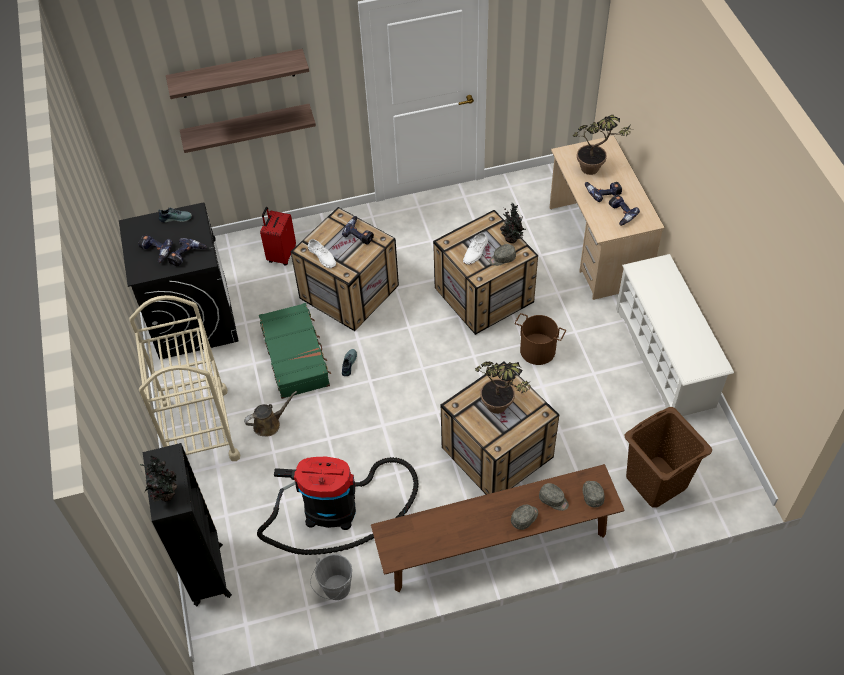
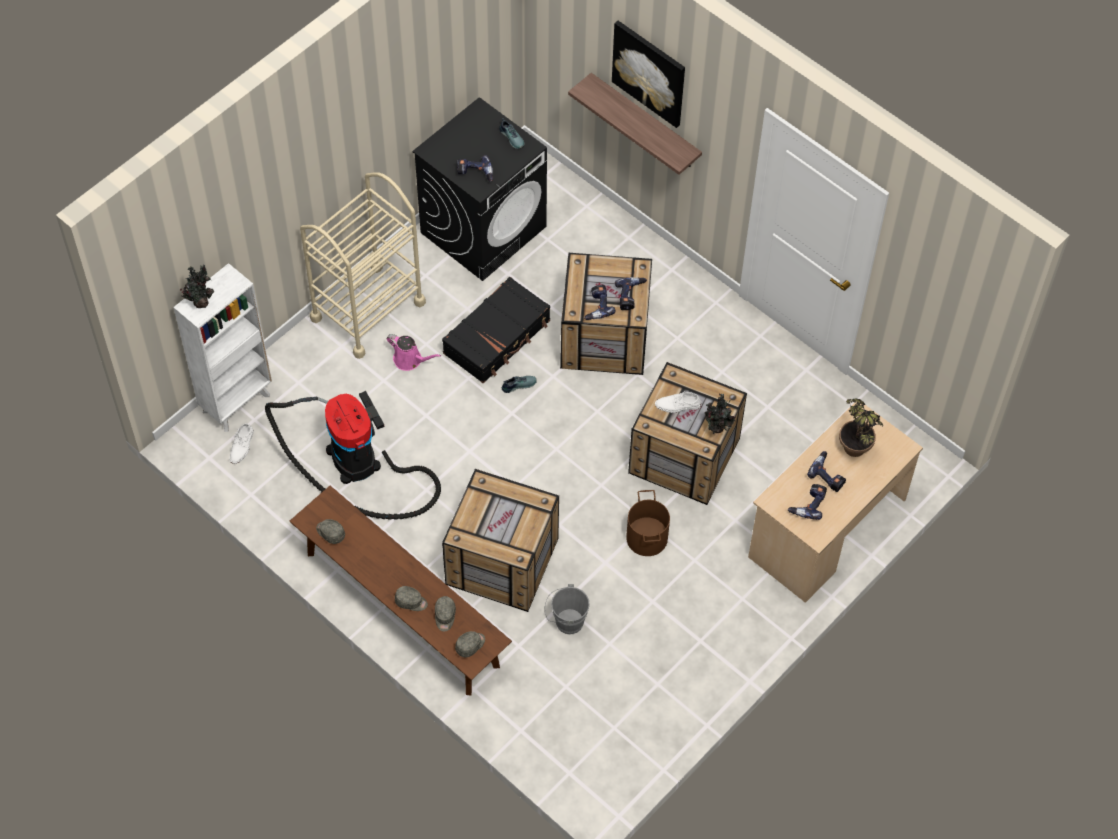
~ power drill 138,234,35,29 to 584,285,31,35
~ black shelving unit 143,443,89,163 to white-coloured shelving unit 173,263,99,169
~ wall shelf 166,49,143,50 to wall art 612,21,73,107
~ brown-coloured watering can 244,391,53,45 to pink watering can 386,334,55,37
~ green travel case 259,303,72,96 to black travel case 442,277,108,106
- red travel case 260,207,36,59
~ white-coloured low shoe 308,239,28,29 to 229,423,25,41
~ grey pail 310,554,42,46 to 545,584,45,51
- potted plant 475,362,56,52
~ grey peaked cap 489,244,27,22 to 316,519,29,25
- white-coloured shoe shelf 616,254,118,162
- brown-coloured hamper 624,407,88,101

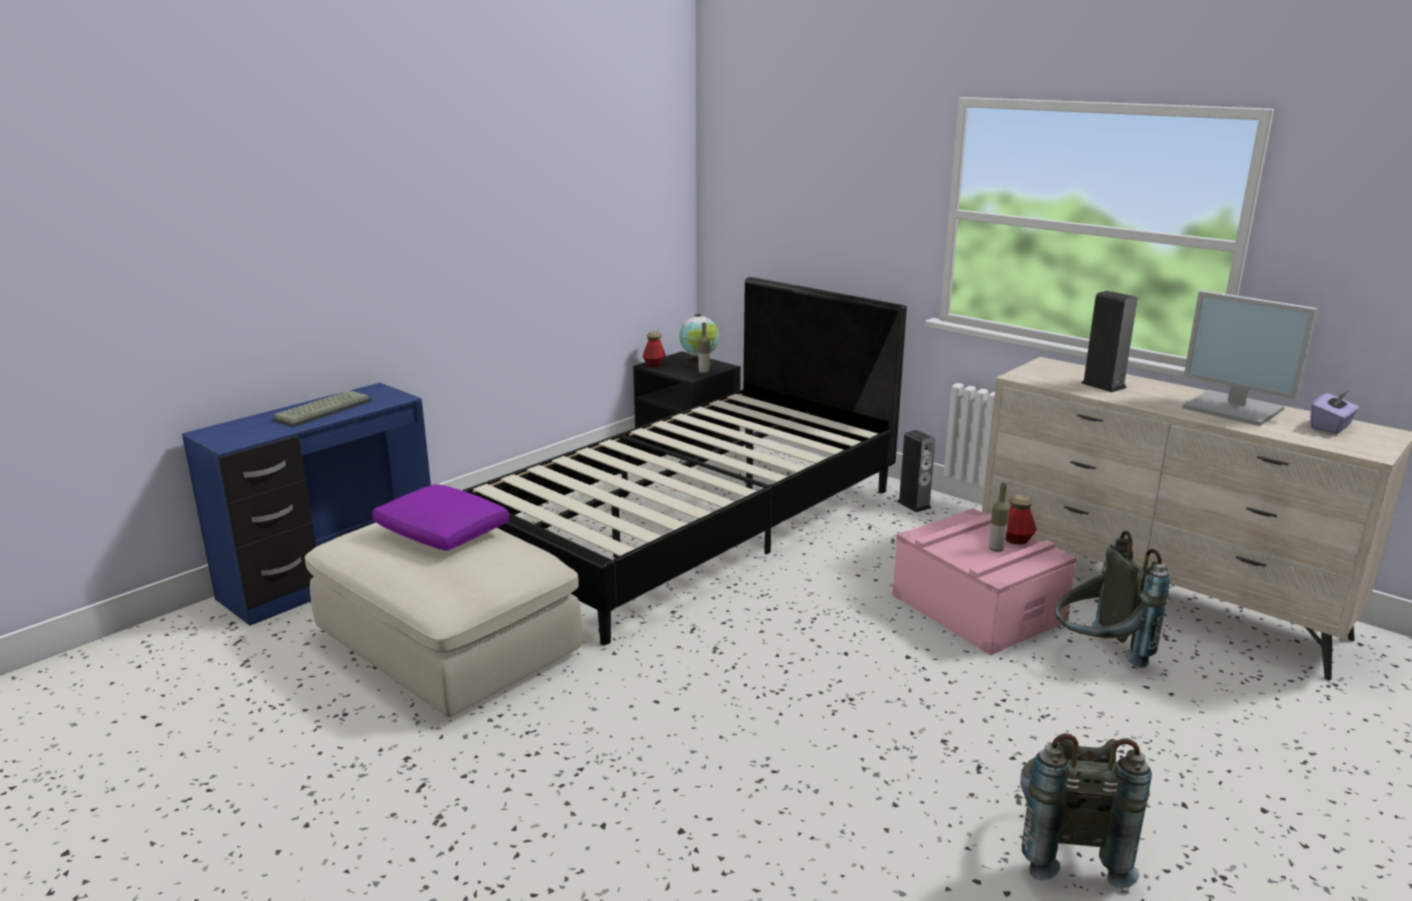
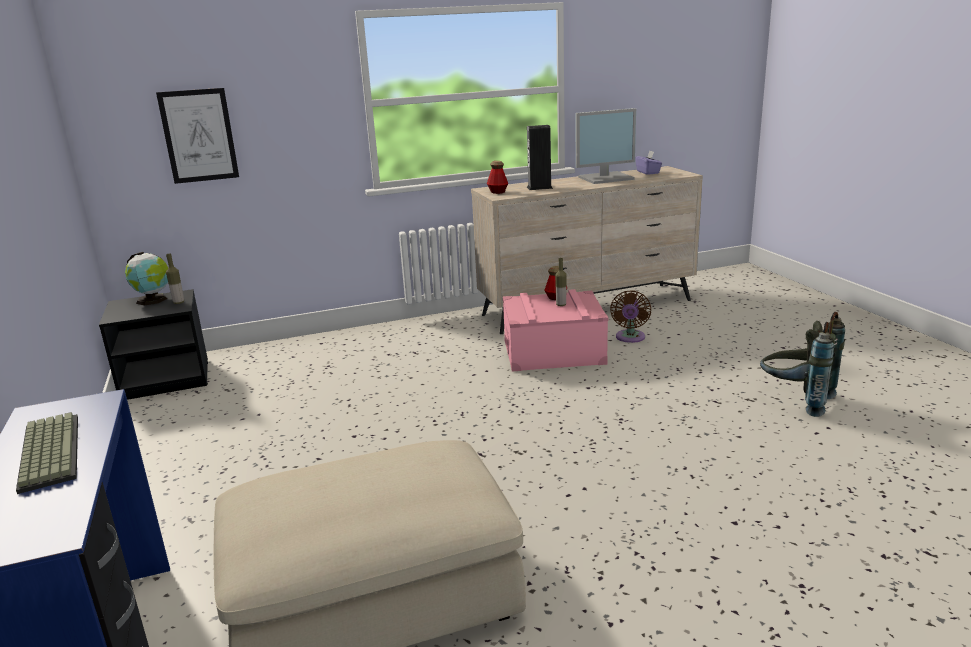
- purple pillow 372,484,138,67
- black bed 462,277,445,368
~ drink bottle 643,331,23,36 to 487,161,21,33
- speaker 897,430,38,82
~ grey backpack 1055,531,115,137 to brown-coloured electric fan 610,290,41,53
+ wall art 156,88,83,96

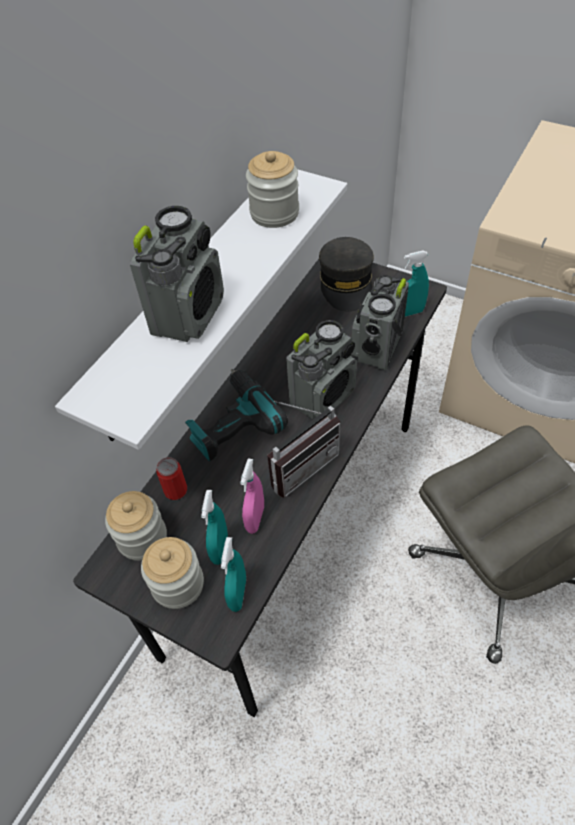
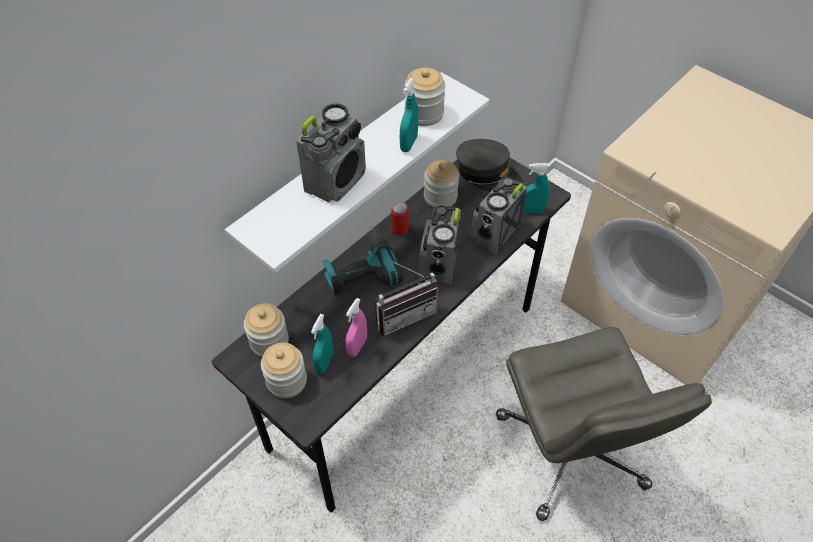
~ sealed can 156,457,31,43 to 391,202,18,33
~ turquoise sprayer 221,537,25,75 to 400,78,18,74
~ radio set 286,320,71,99 = 419,205,42,79 135 degrees clockwise
~ grey peaked cap 319,237,55,75 = 456,139,66,53 75 degrees counterclockwise
+ jar 424,160,35,48

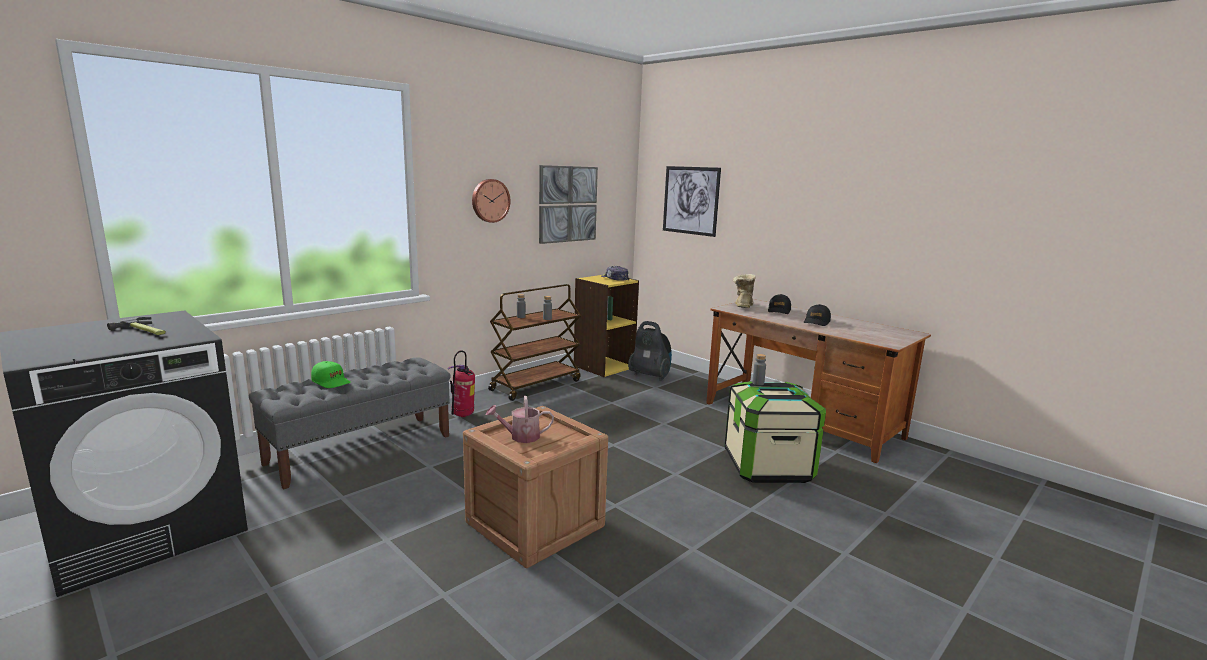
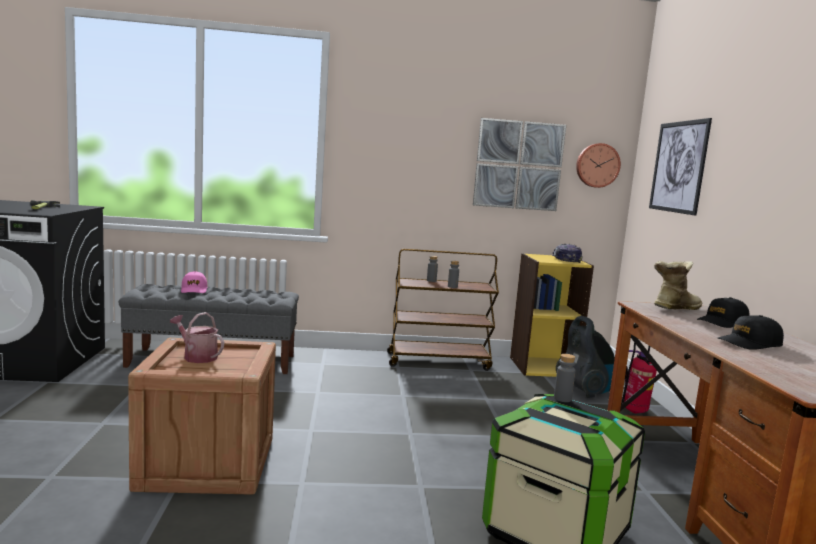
~ green peaked cap 311,361,40,27 to pink peaked cap 181,271,27,22
~ fire-fighting cylinder 447,350,28,67 to 621,342,36,71
~ hanging clock 472,179,38,44 to 576,143,45,45

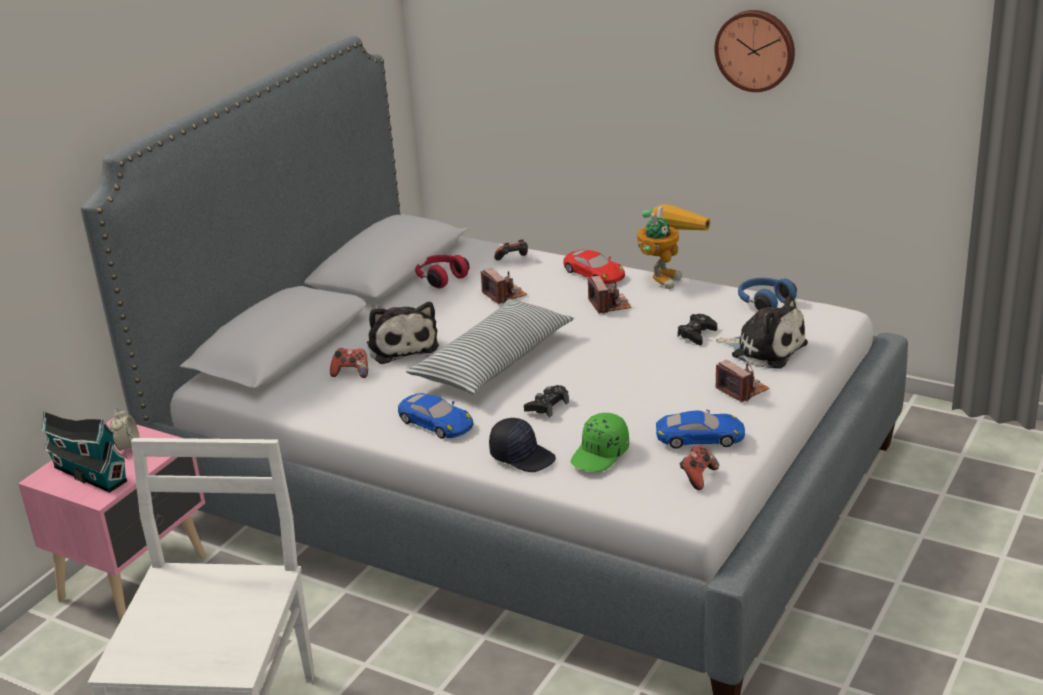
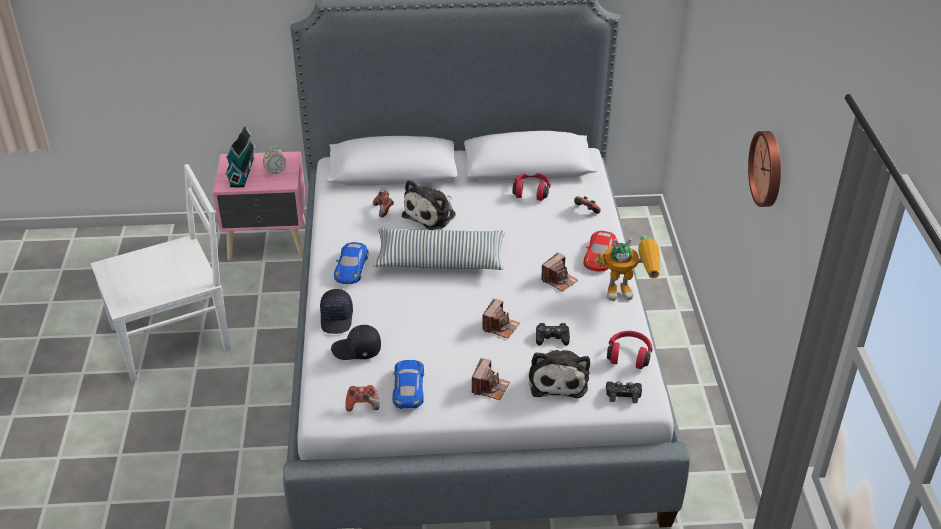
~ still camera 481,268,46,36 to 482,298,38,40
~ black game controller 524,385,45,33 to 606,381,36,22
~ green peaked cap 570,413,59,59 to black peaked cap 331,325,50,35
~ bluish miniature car 656,410,89,39 = 393,360,31,49 150 degrees counterclockwise
~ bluish headset 738,278,59,32 to red headset 607,331,46,38

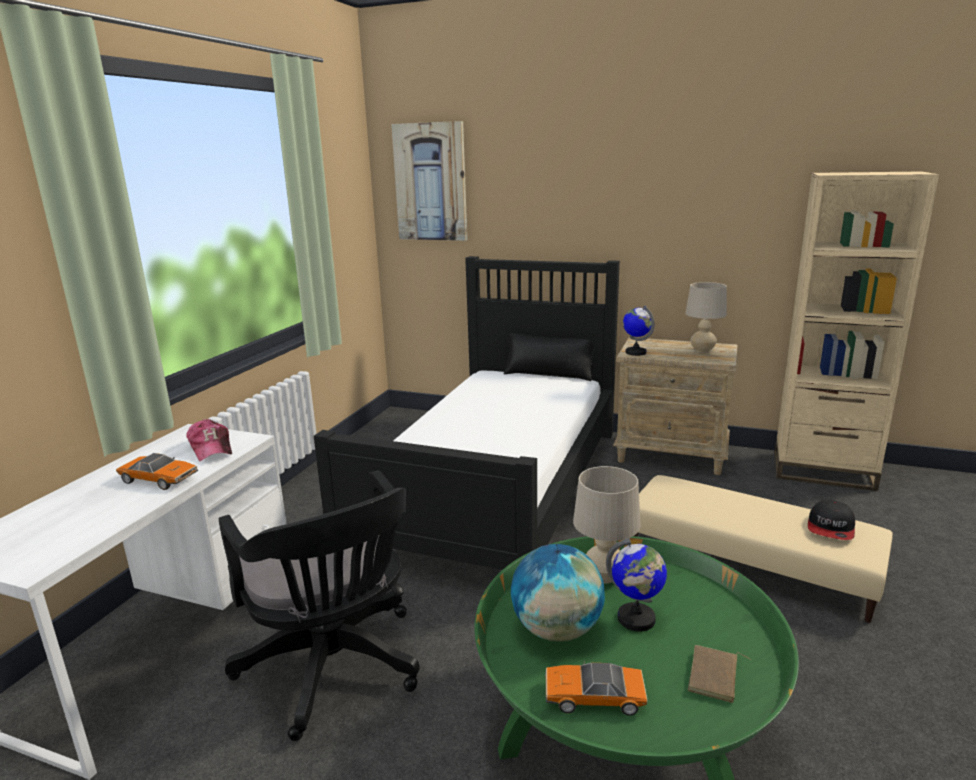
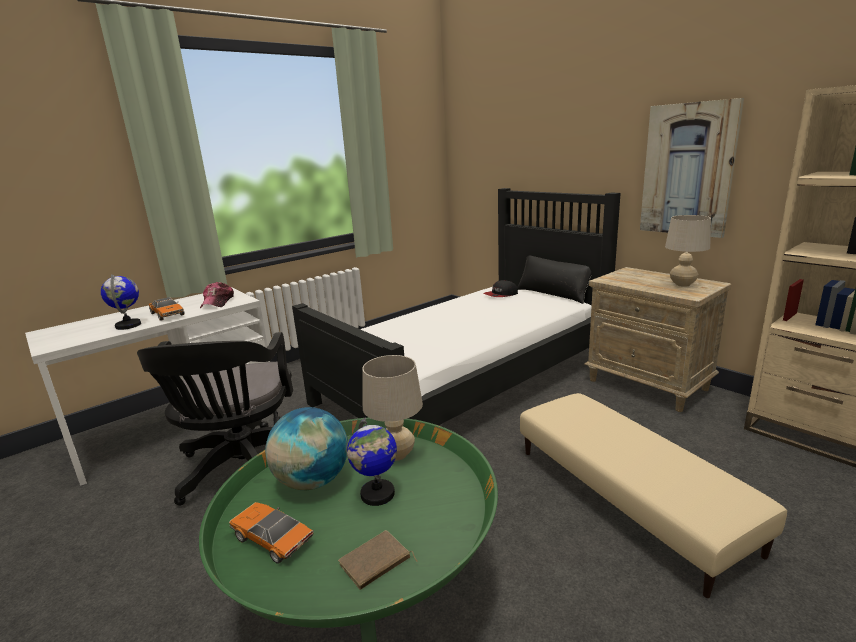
~ wall art 391,121,76,120 to 640,98,104,140
~ world globe 623,305,31,51 to 101,274,40,56
~ peaked cap 808,500,47,40 to 484,280,34,17

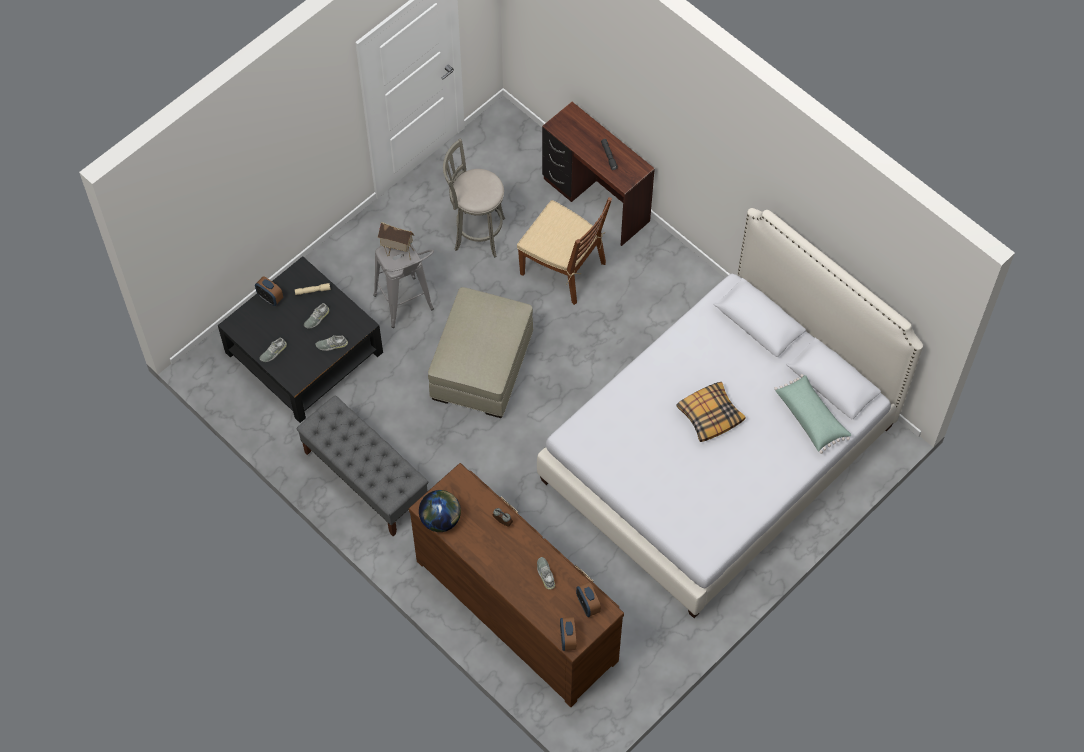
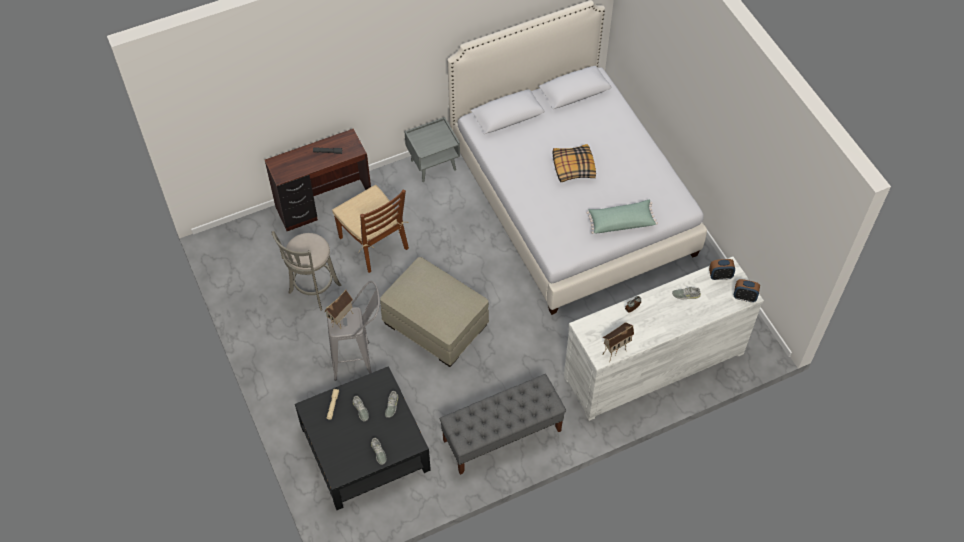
- table clock 255,276,28,30
~ brown-coloured drawer chest 409,463,215,244 to white-coloured drawer chest 564,256,200,165
~ world globe 419,490,42,42 to toy house 602,322,32,41
~ brown-coloured upright chair 517,197,95,108 = 332,185,77,88 90 degrees clockwise
~ green pillow 774,374,77,80 to 586,200,72,34
+ grey nightstand 404,117,56,65

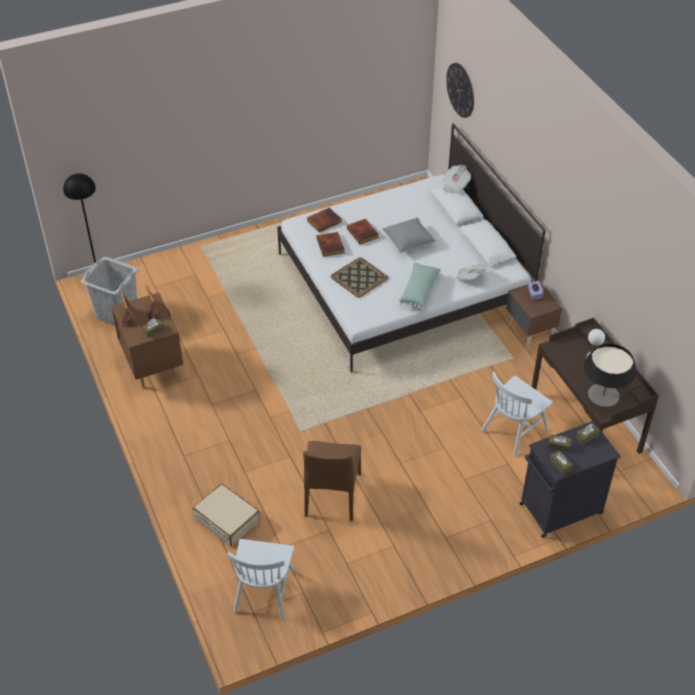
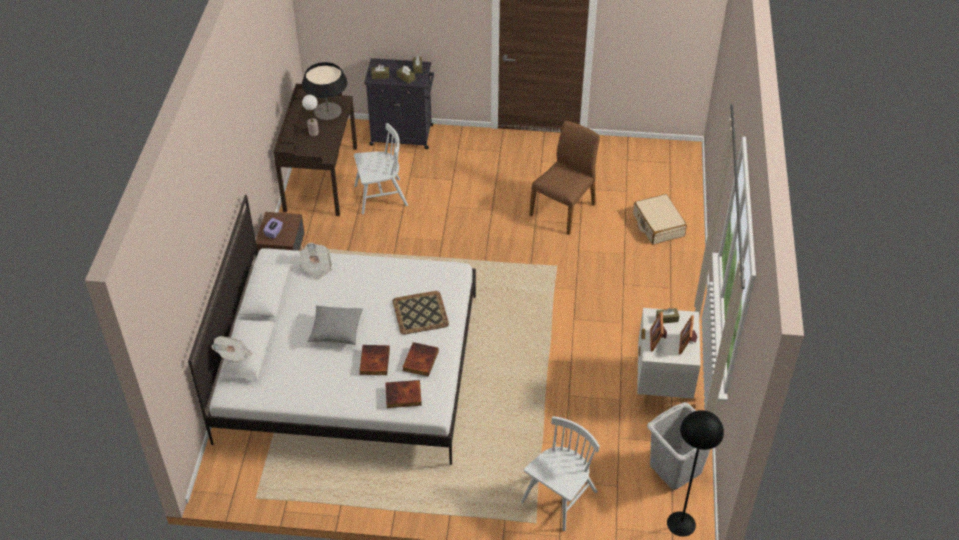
~ brown-coloured nightstand 111,293,72,95 to white-coloured nightstand 637,308,64,96
~ white-coloured upright chair 227,539,68,81 to 521,416,79,115
- green pillow 398,263,42,47
- hanging clock 446,63,28,55

